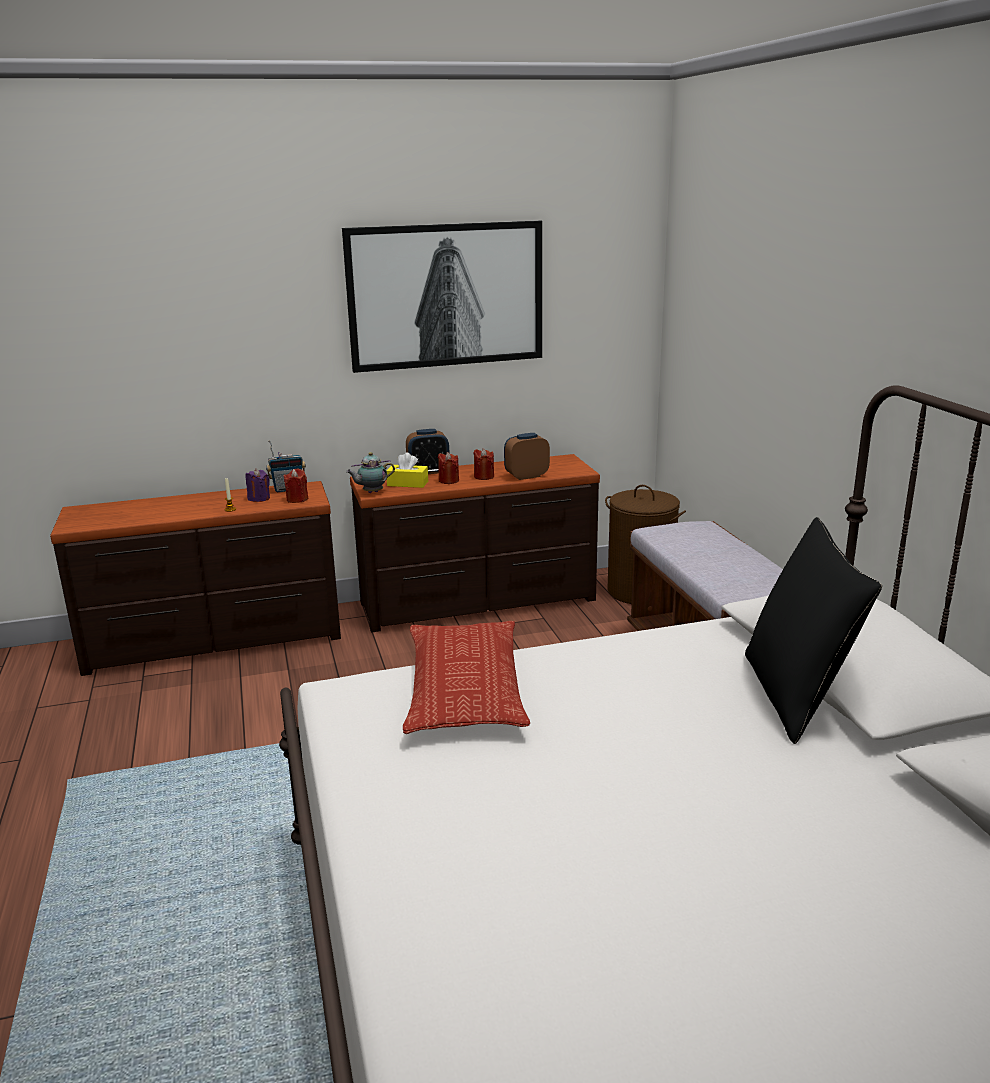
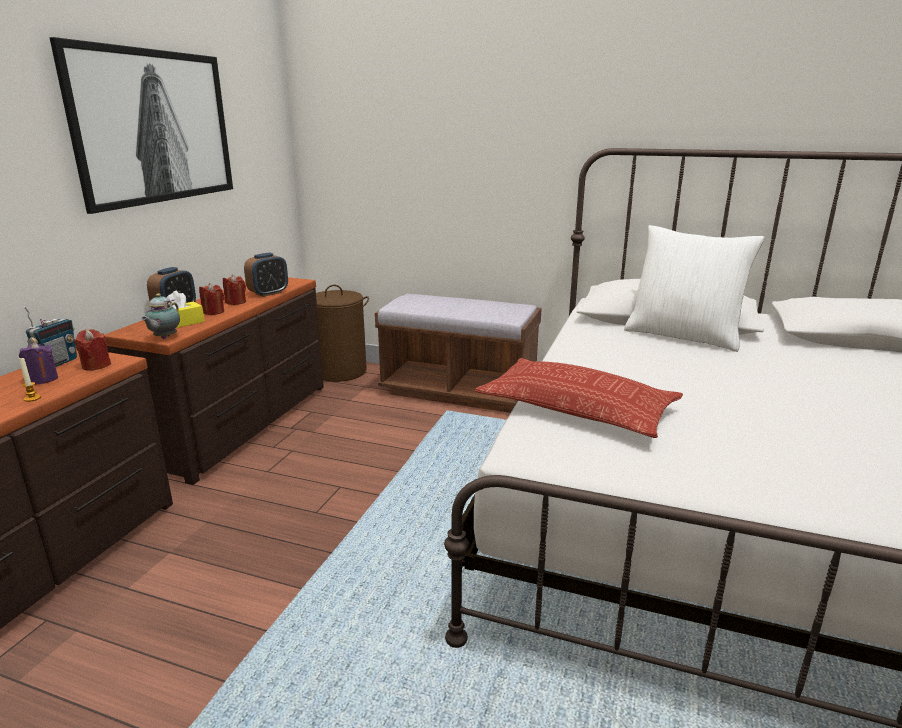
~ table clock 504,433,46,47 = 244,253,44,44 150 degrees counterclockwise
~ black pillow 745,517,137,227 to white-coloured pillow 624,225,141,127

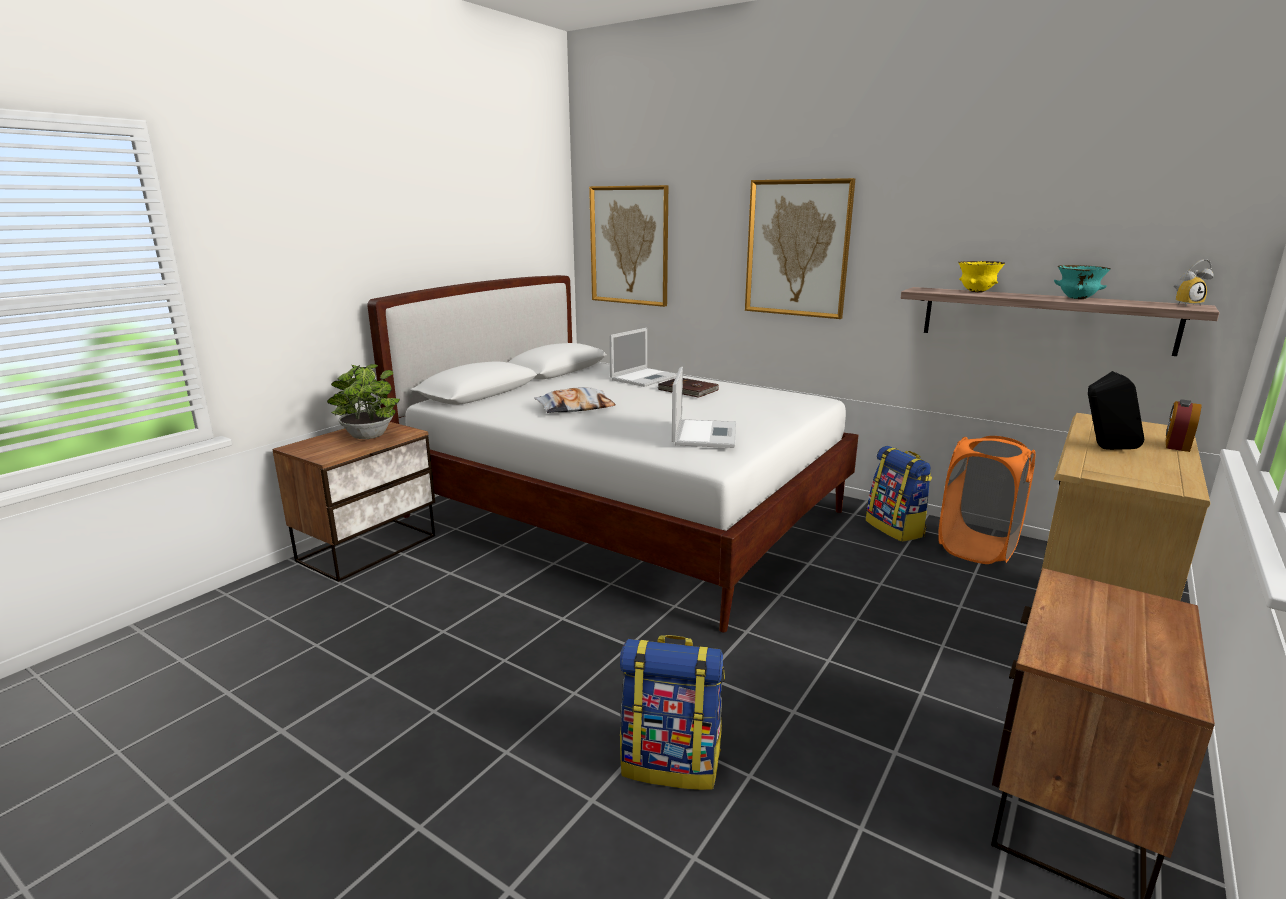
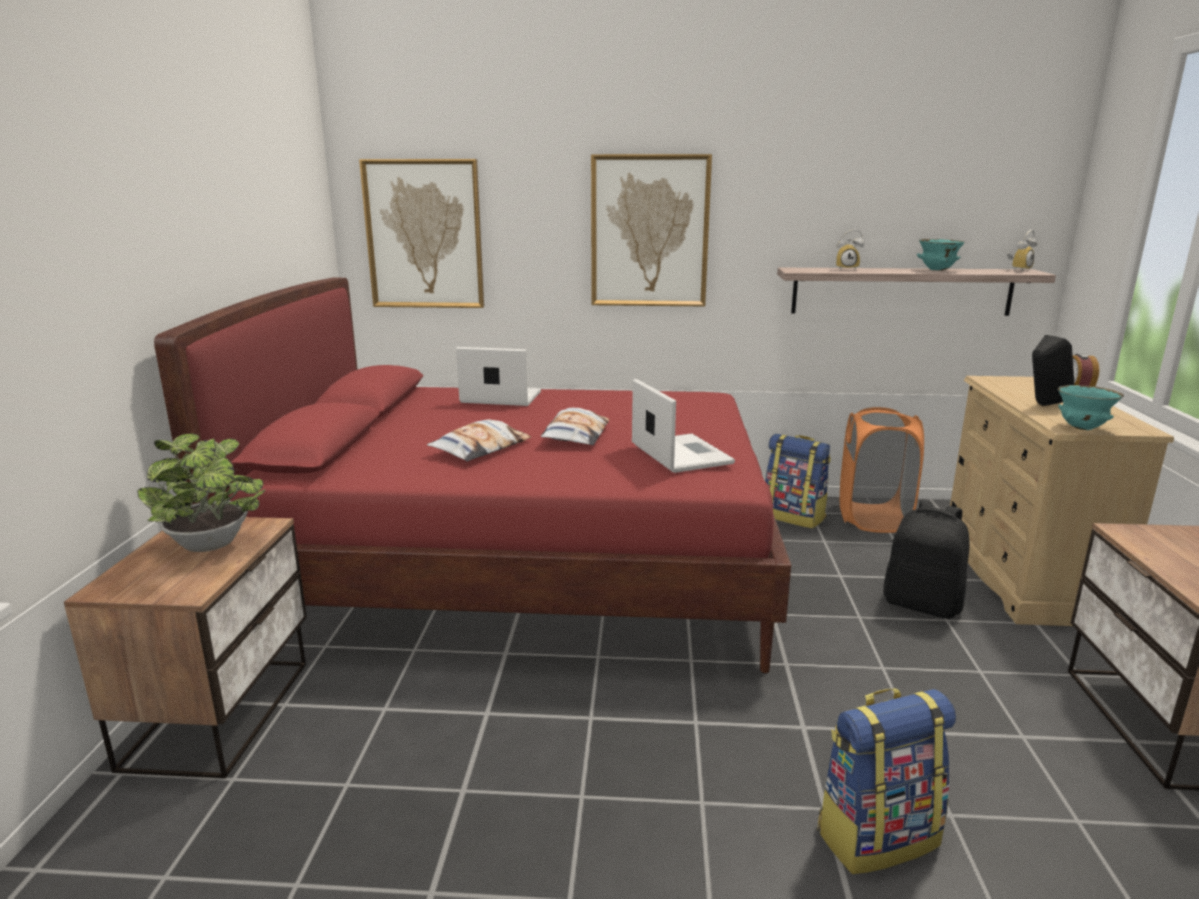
~ white-coloured bed 367,275,492,358 to red bed 154,278,637,395
~ portable computer 609,328,68,59 = 456,347,85,59 90 degrees counterclockwise
- brown-coloured book 658,378,61,20
~ yellowish bowl 958,261,47,31 to table clock 836,229,28,40
+ pillow 541,408,69,37
+ black backpack 883,501,87,118
+ turquoise bowl 1058,385,66,45

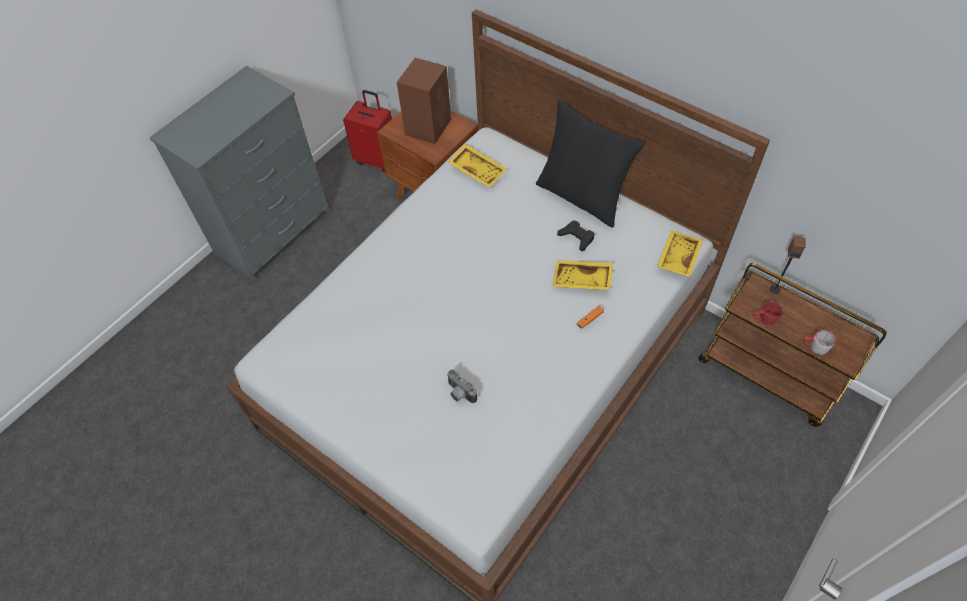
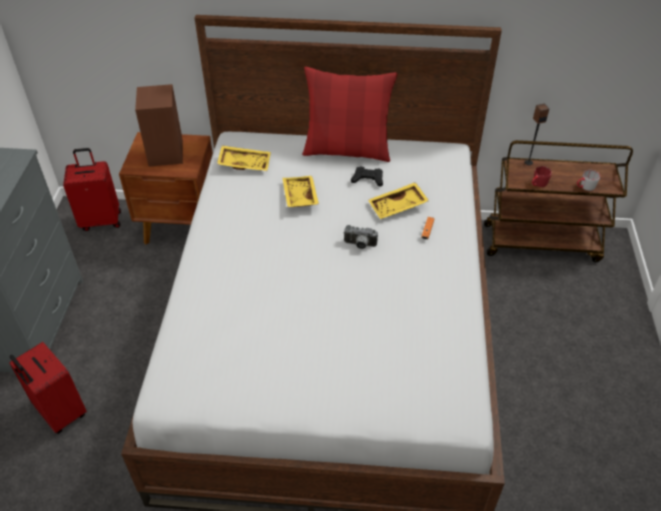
~ still camera 447,369,30,34 to 344,225,34,24
~ black pillow 536,99,109,129 to red pillow 302,67,96,95
~ yellowish carrying tray 657,230,46,47 to 282,176,37,31
+ red travel case 9,342,78,92

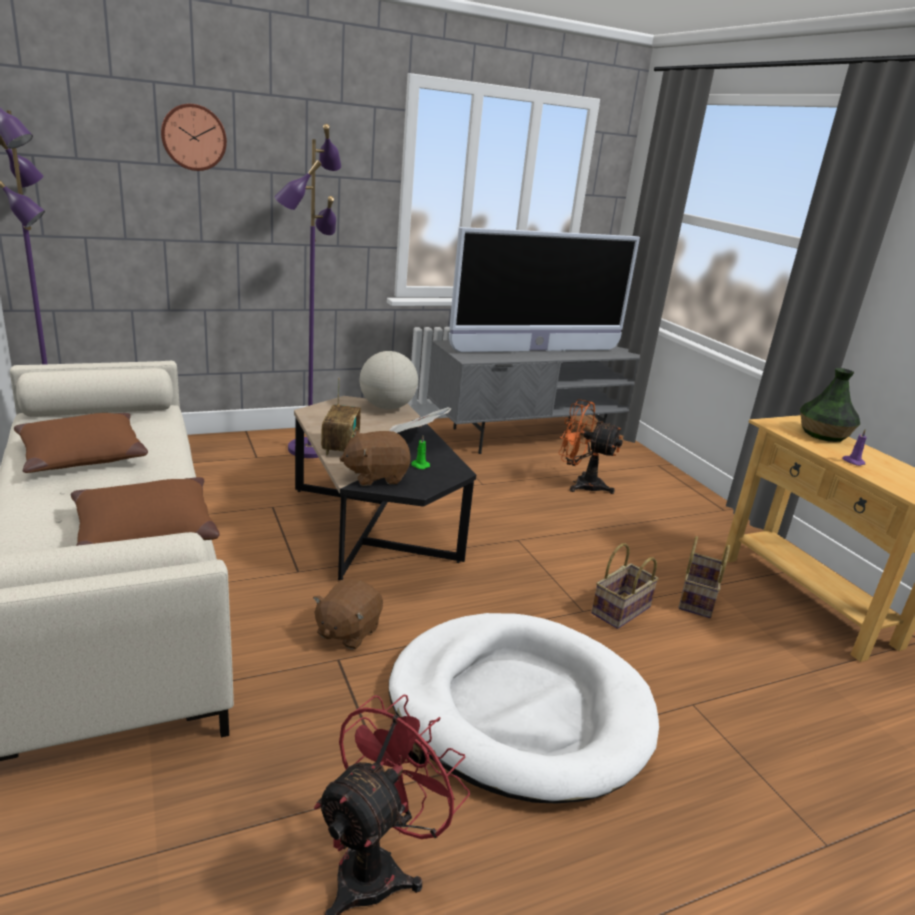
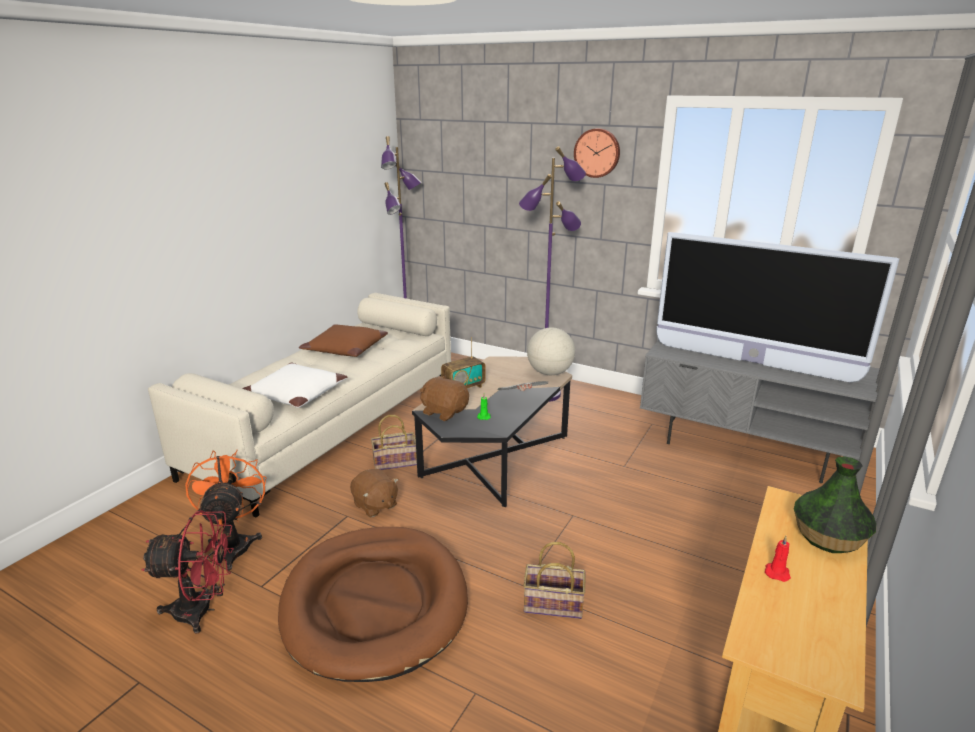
~ brown-coloured pillow 71,477,149,69 to white-coloured pillow 242,363,105,45
~ hanging clock 161,104,66,67 to 574,128,46,50
~ brown-coloured soft toy 313,580,70,69 = 350,469,49,48 120 degrees counterclockwise
~ white-coloured pet bed 389,613,270,190 to brown-coloured pet bed 278,527,190,155
~ orange electric fan 559,399,64,95 to 185,449,81,121
~ storage basket 678,536,52,82 to 371,415,46,55
~ purple wax candle 842,429,25,37 to red wax candle 765,536,26,46

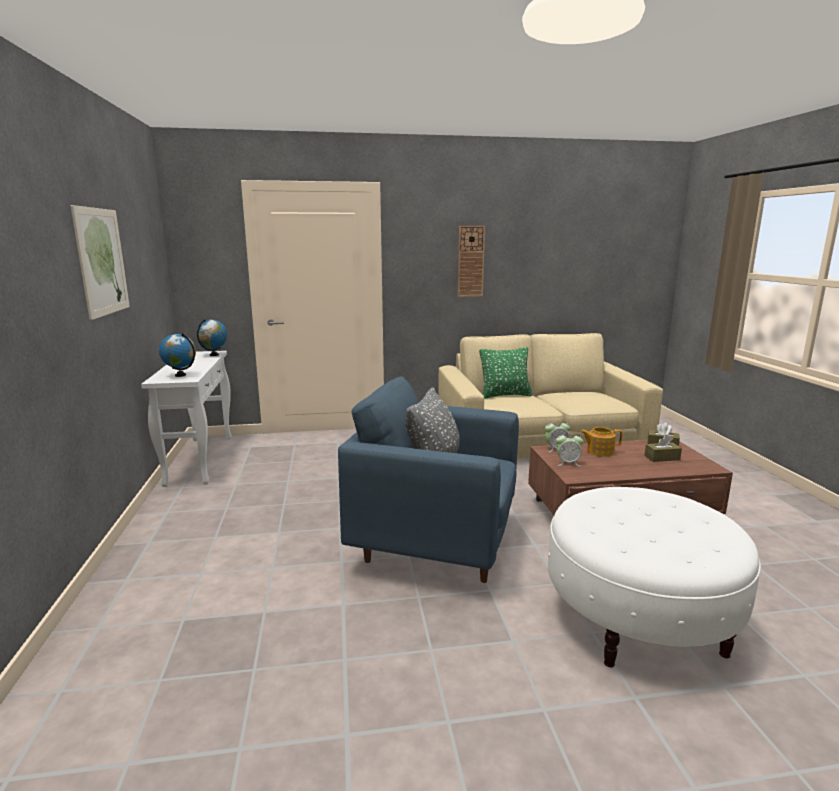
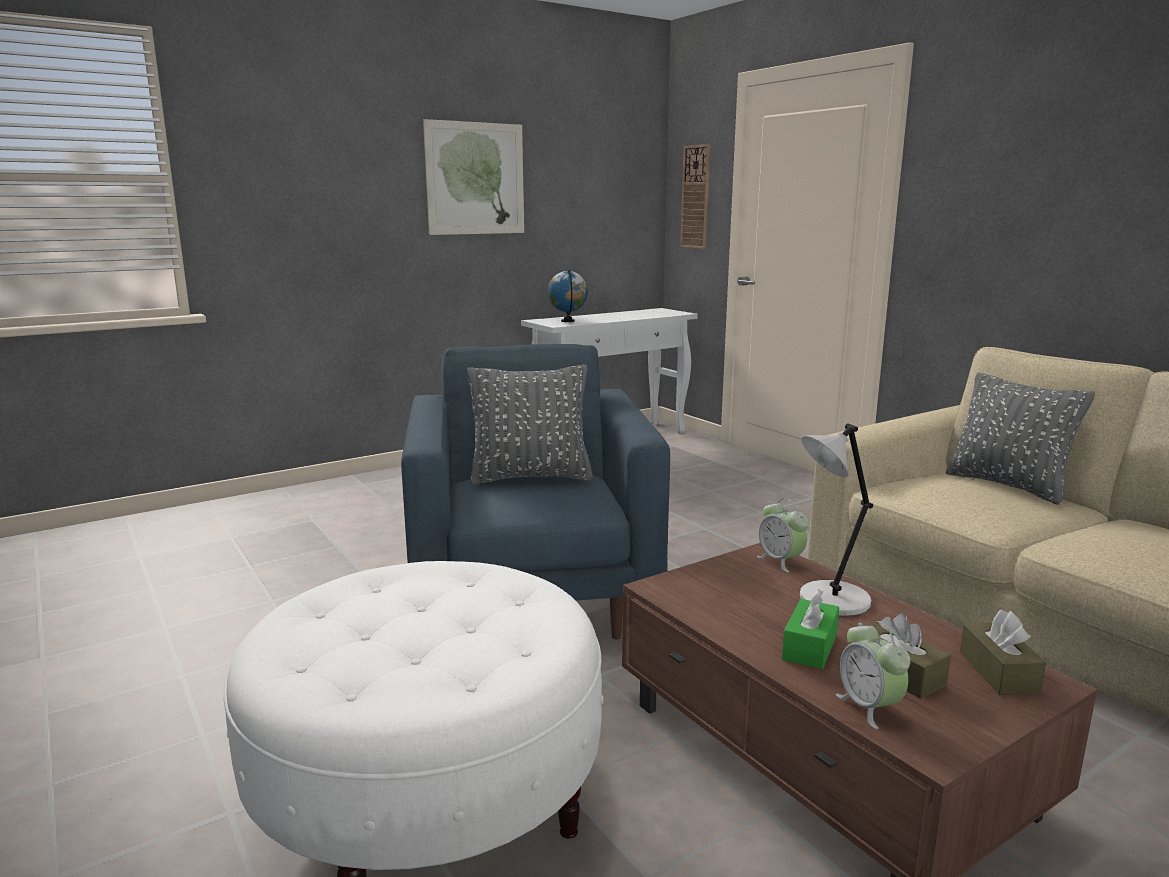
- world globe 197,319,30,37
~ hanging clock 458,226,27,71 to 680,144,31,105
~ green pillow 479,347,53,52 to grey pillow 946,373,149,132
~ table clock 556,431,28,35 to 836,621,75,108
~ tea pot 581,427,41,30 to grey tabletop lamp 800,423,73,193
+ green box of tissues 782,589,57,80

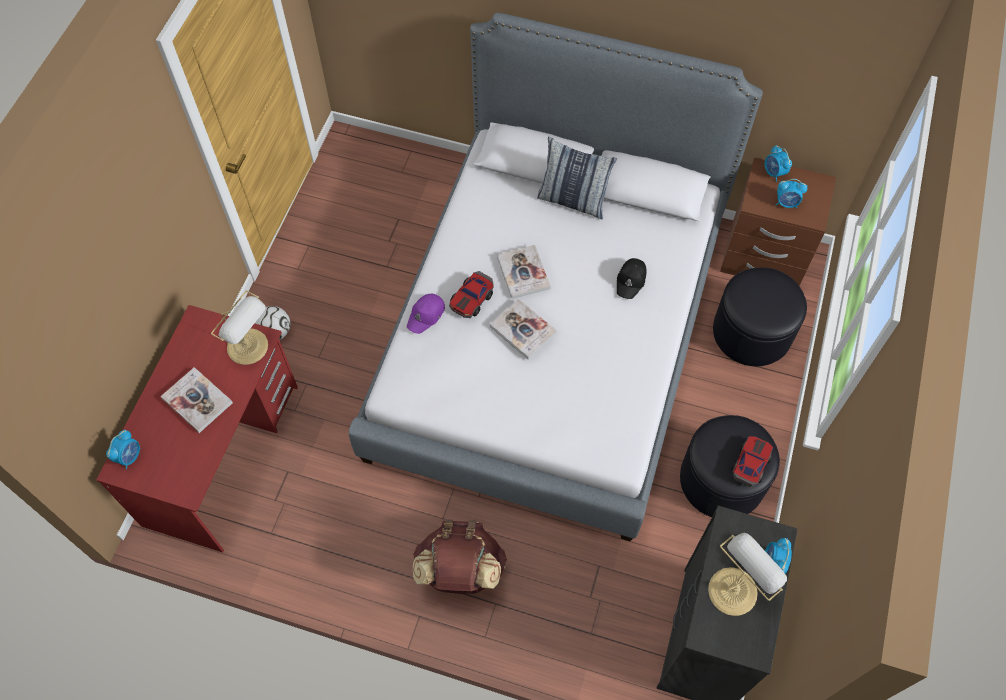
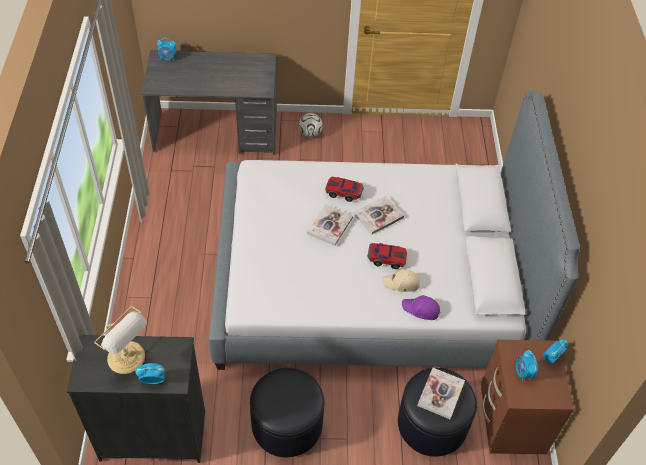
~ red desk unit 96,305,202,247 to grey desk unit 141,50,136,105
~ book 161,367,72,66 to 417,368,48,51
- tabletop lamp 211,290,57,75
~ purple peaked cap 407,294,38,40 to 402,295,39,25
- brown-coloured backpack 413,520,94,74
- pillow 537,136,80,83
~ black peaked cap 617,258,29,41 to beige peaked cap 382,269,38,23
~ miniature car 731,436,42,51 to 367,243,40,26

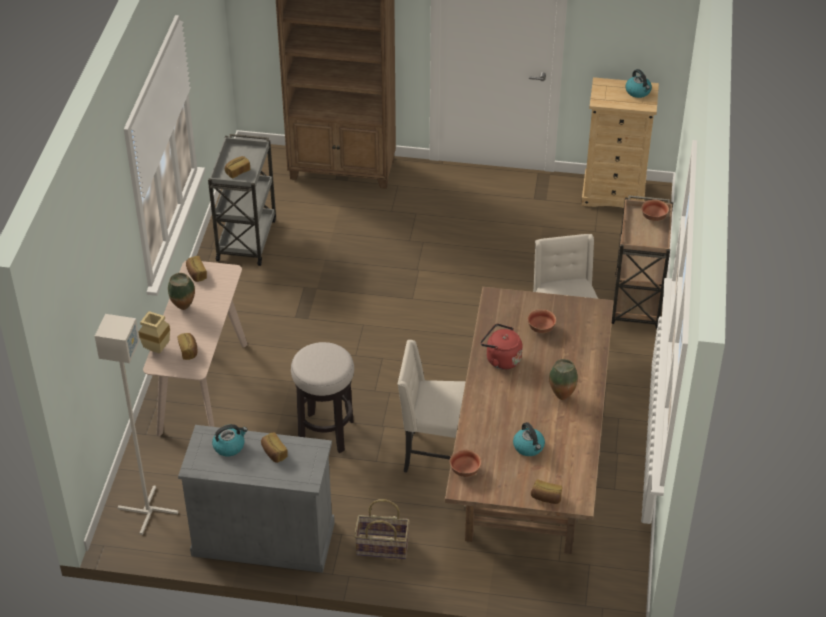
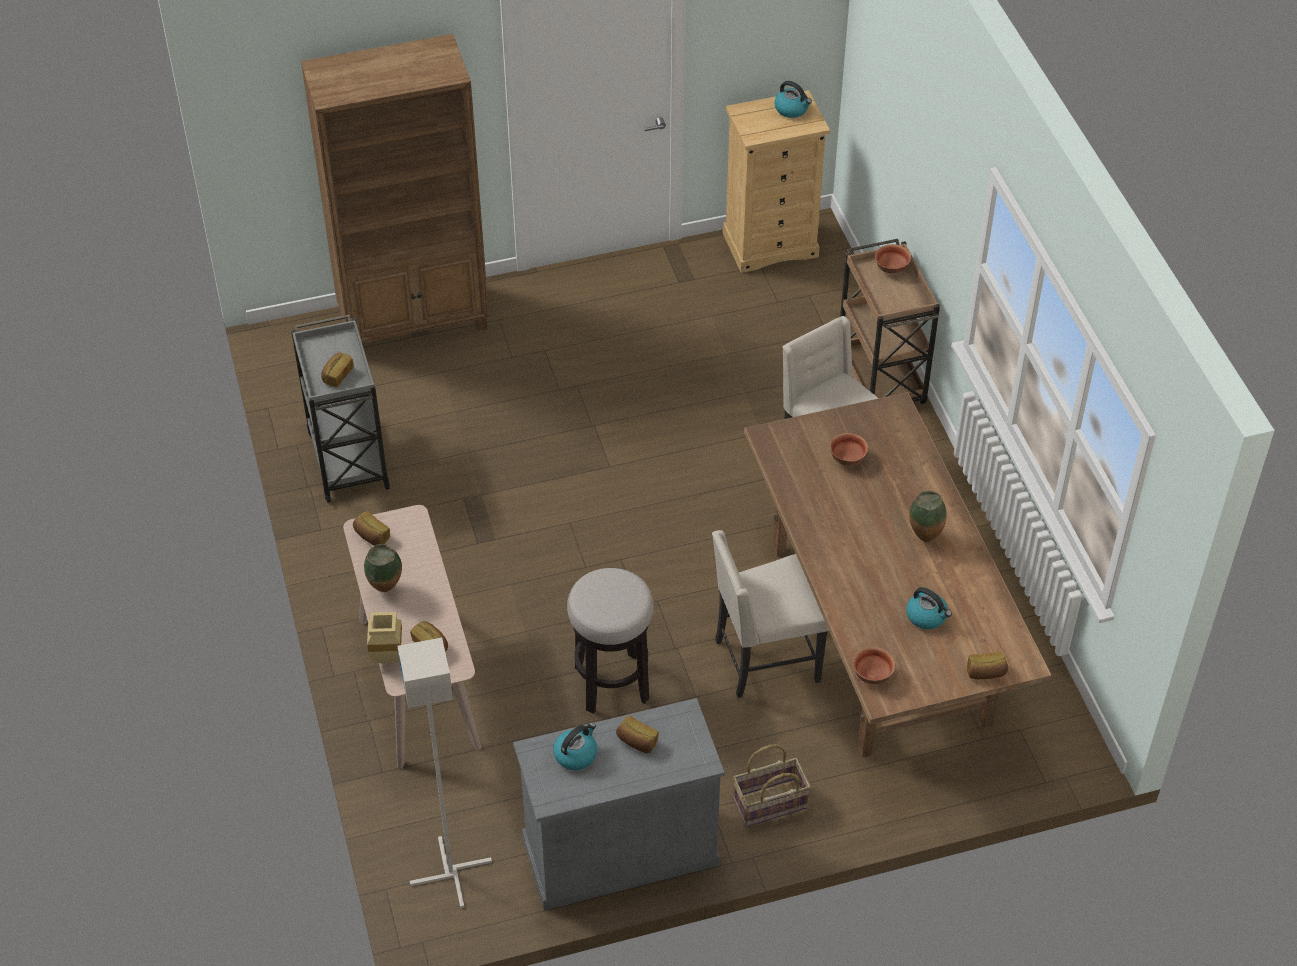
- red kettle 481,323,42,47

